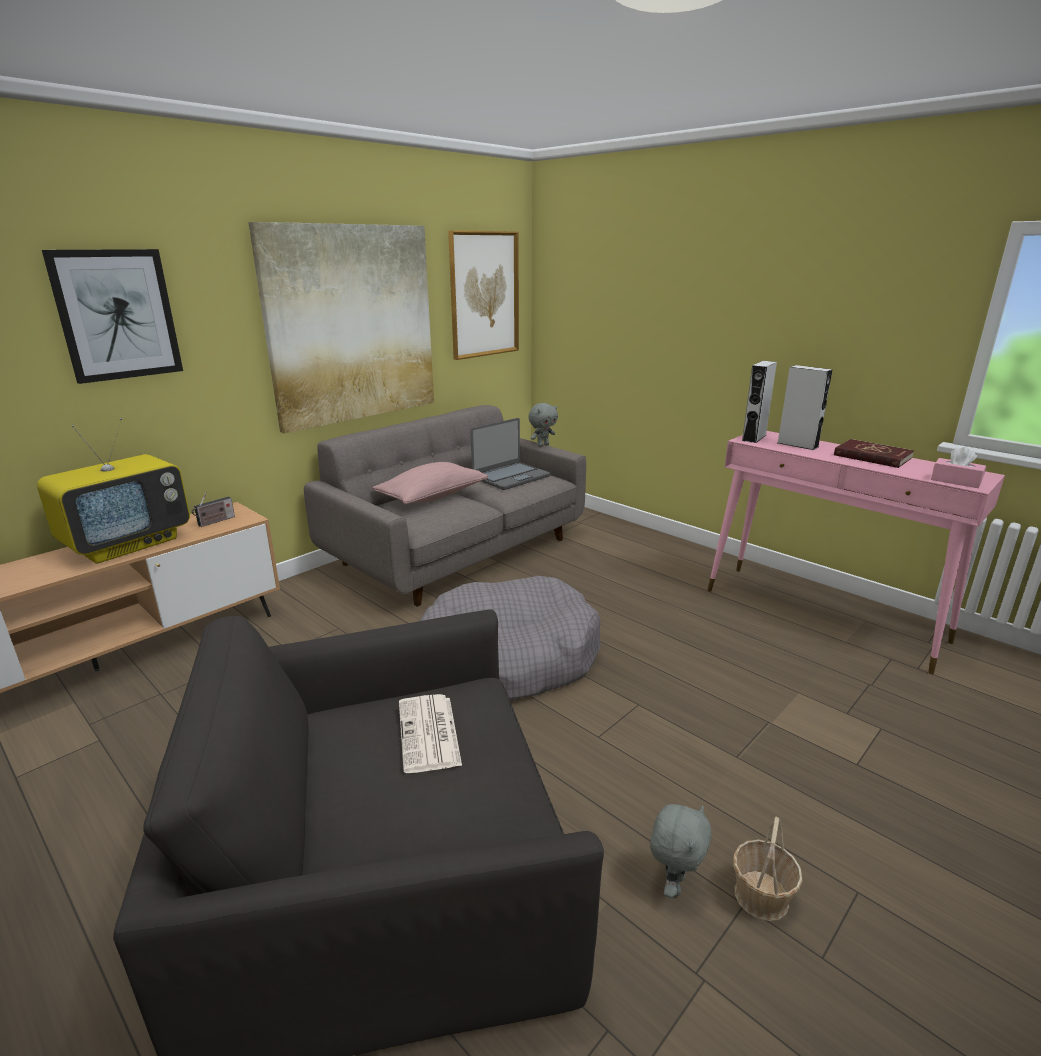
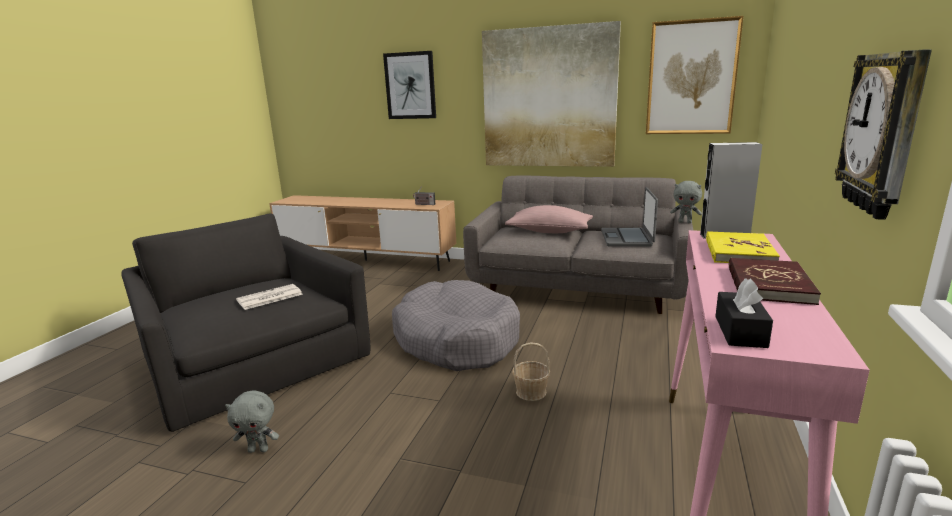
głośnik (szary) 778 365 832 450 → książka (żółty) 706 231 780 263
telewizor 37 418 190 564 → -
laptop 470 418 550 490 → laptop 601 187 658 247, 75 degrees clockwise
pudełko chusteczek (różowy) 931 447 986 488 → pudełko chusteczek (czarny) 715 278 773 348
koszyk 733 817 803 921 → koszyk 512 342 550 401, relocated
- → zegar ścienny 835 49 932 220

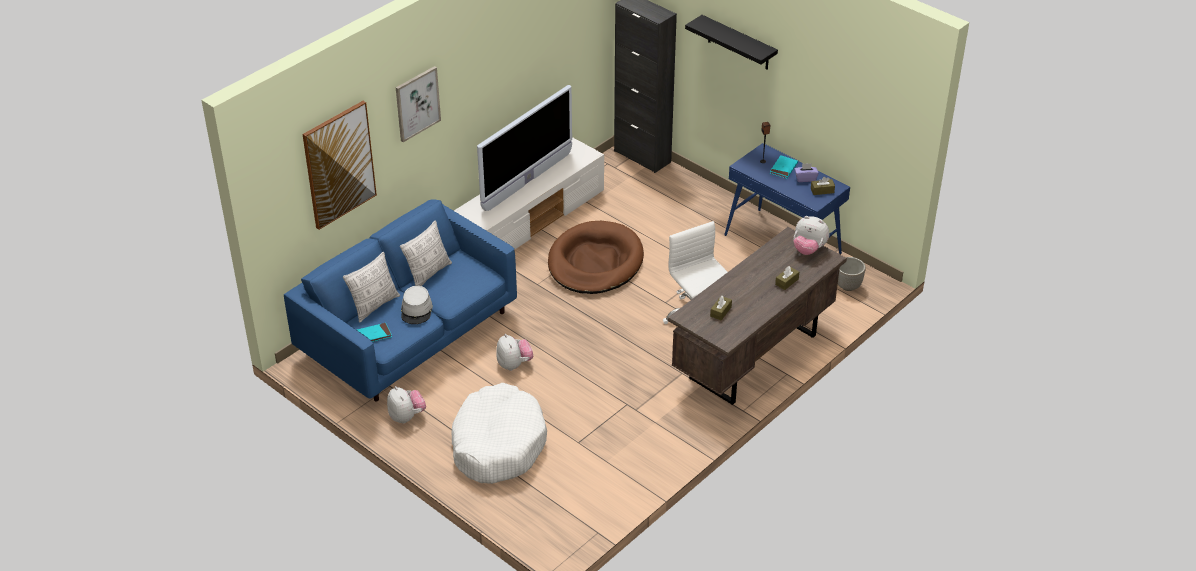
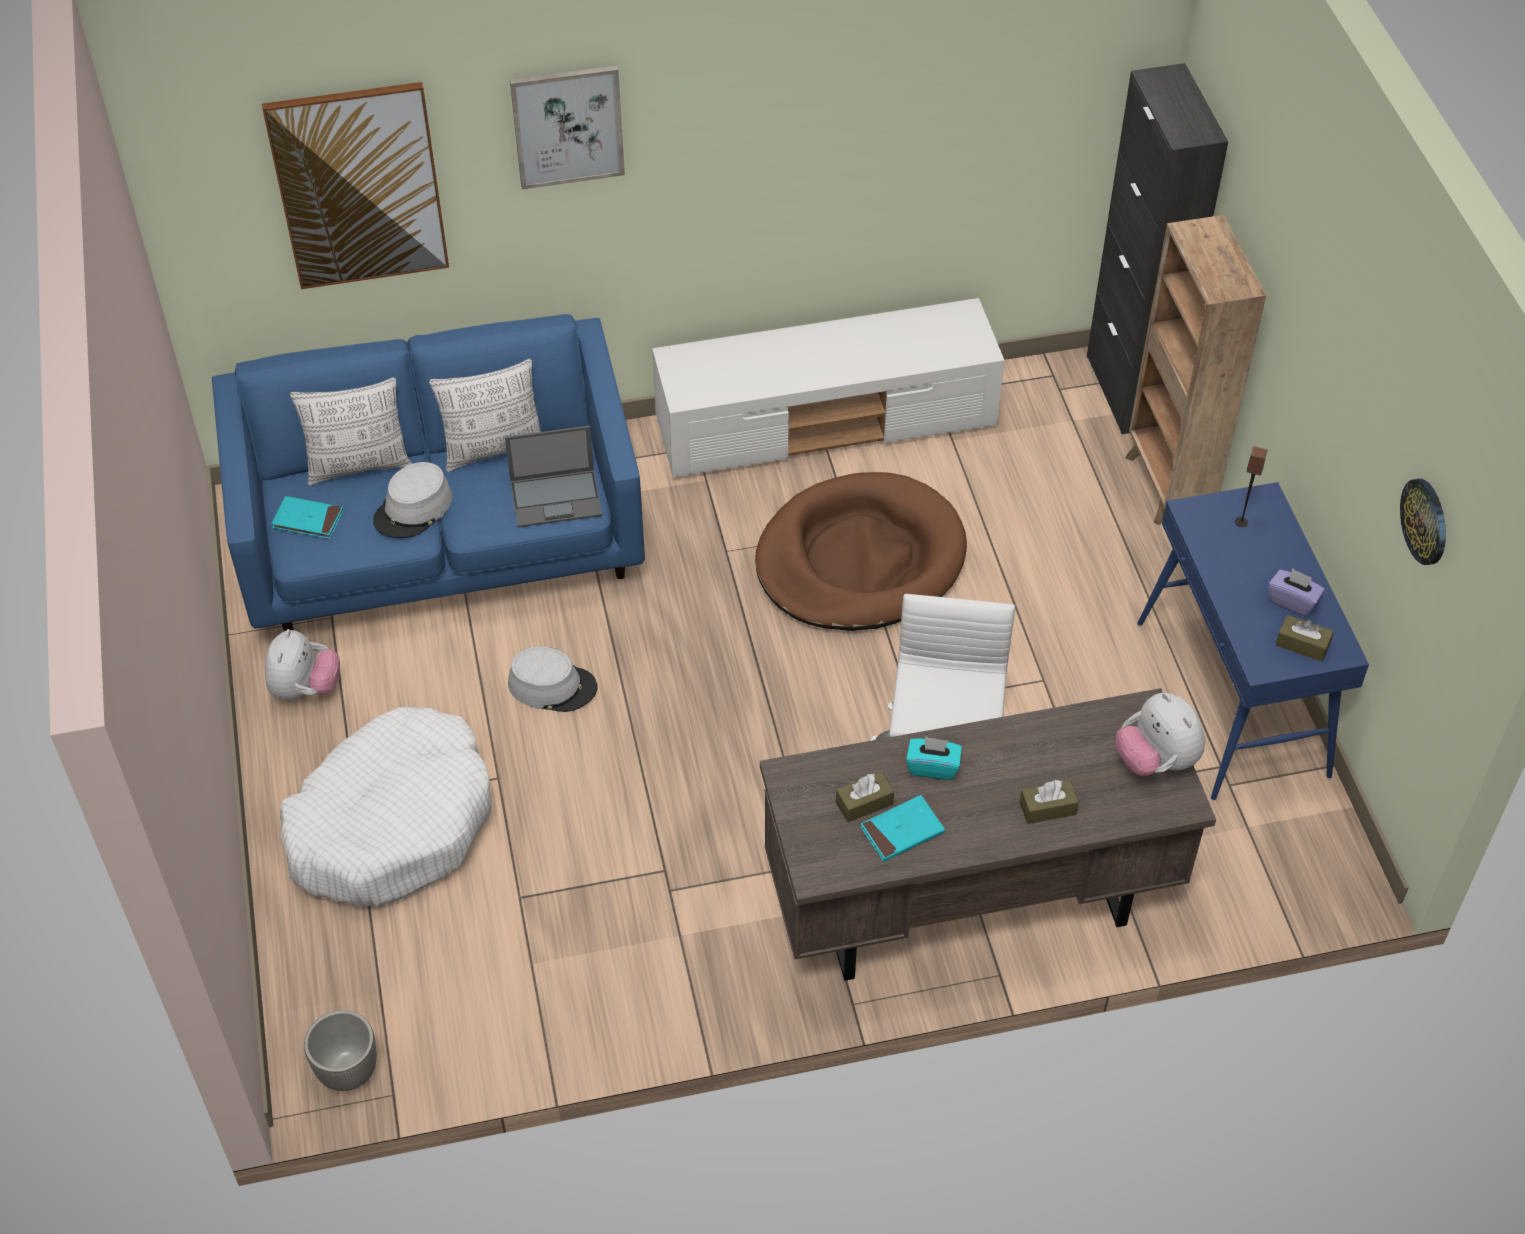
półka (czarny) 685 15 778 70 → -
telewizor 477 85 572 211 → -
książka (turkusowy) 770 155 798 179 → książka (turkusowy) 860 795 945 862, relocated
donica 838 257 866 291 → donica 304 1010 377 1091, relocated
pluszak 496 334 534 371 → kapelusz (szary) 508 646 597 712
- → regał (brązowy) 1125 215 1266 525
- → laptop 505 425 602 527
- → zegar ścienny 1400 479 1446 565
- → pudełko chusteczek (turkusowy) 906 736 962 780

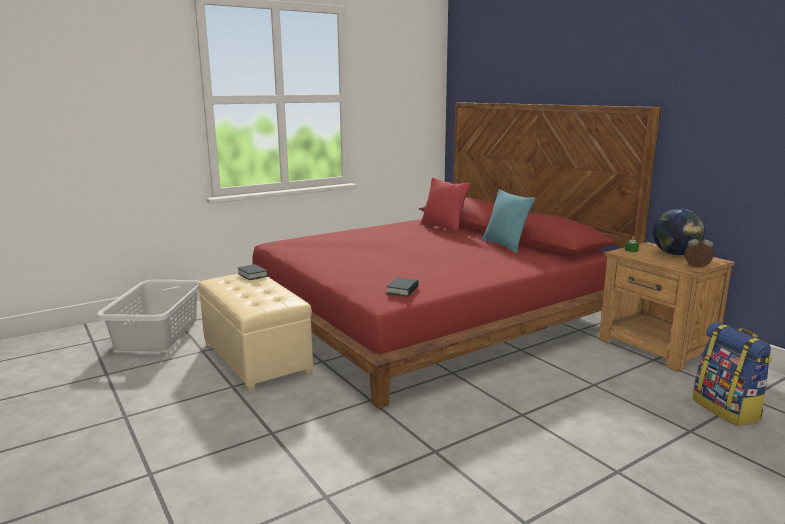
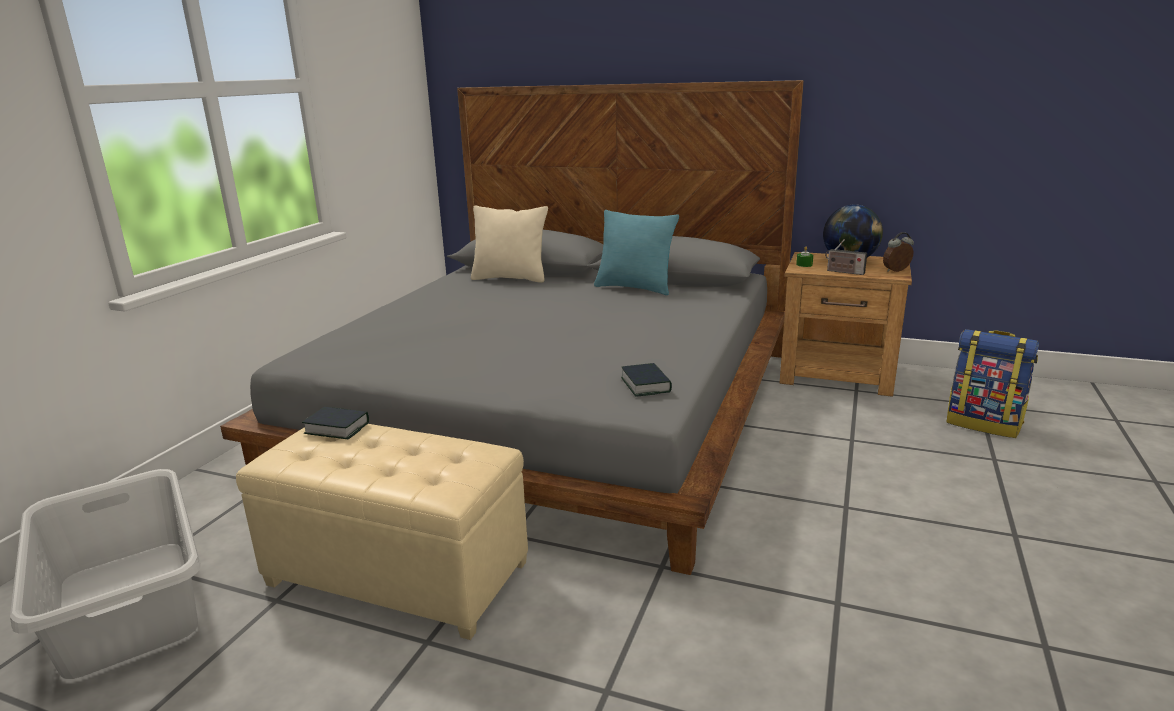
łóżko (czerwony) 253 103 661 409 → łóżko (szary) 220 80 804 575
poduszka (czerwony) 421 178 471 233 → poduszka (beżowy) 471 206 548 283
- → radio 825 240 867 275

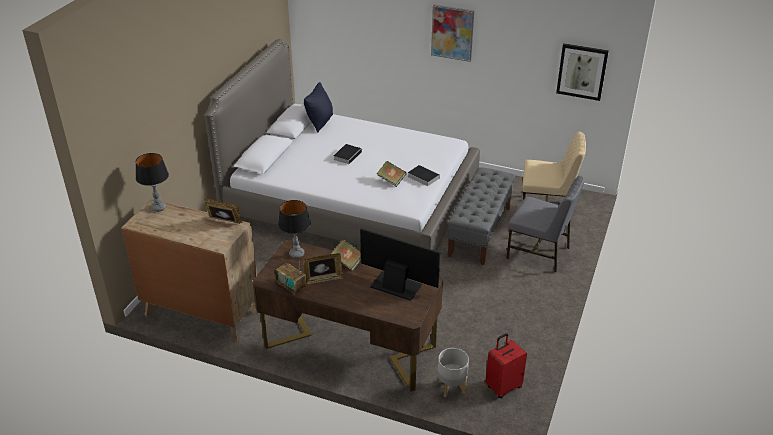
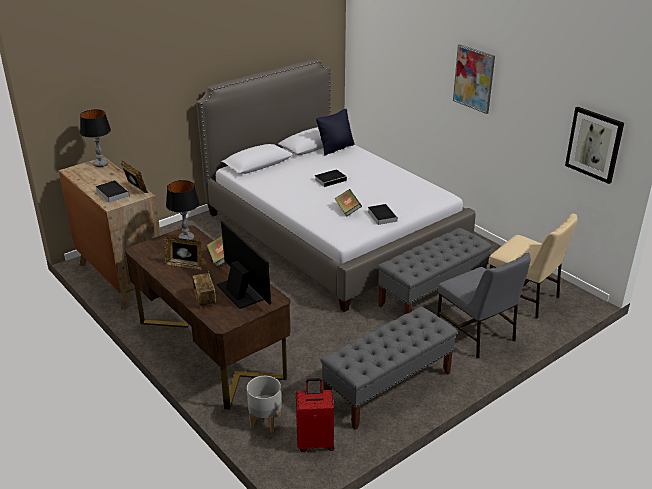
radio 275 261 306 295 → radio 192 271 216 308, relocated
- → książka 95 180 129 203
- → ławka (szary) 321 307 458 430

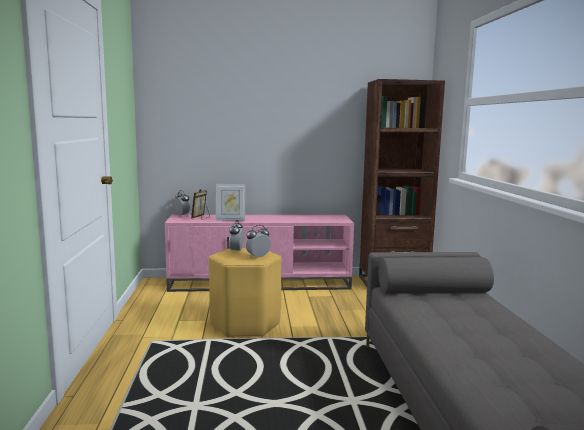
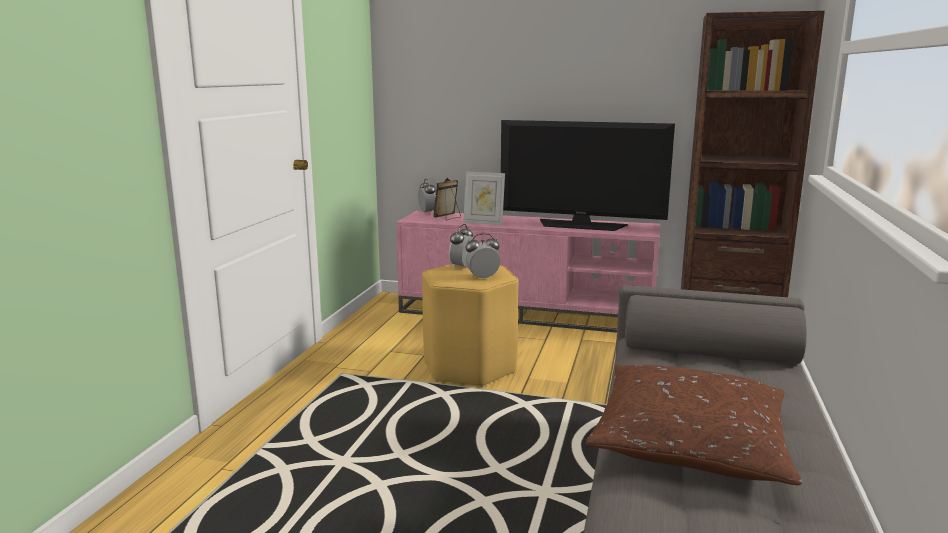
- → telewizor 501 120 675 231
- → poduszka (brązowy) 586 364 802 485

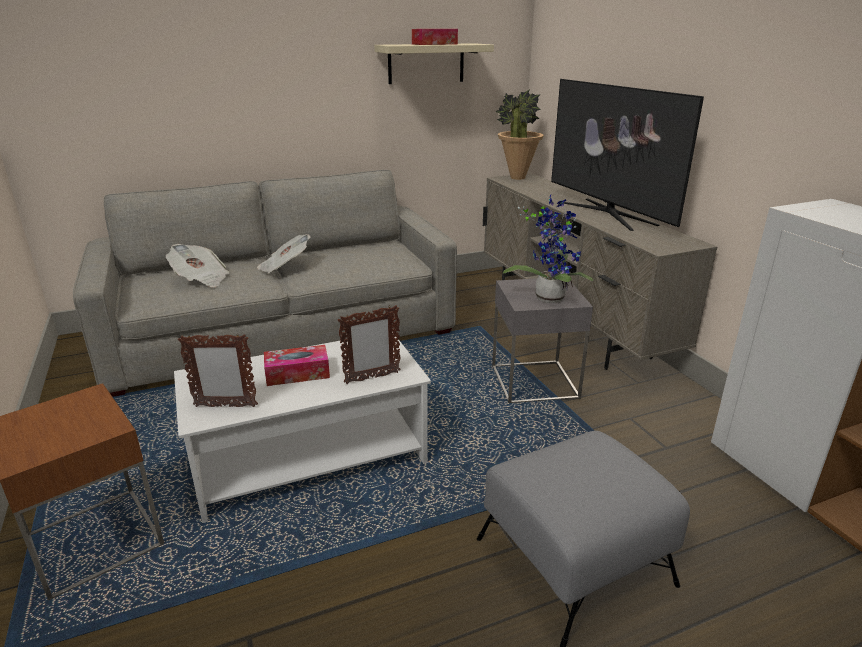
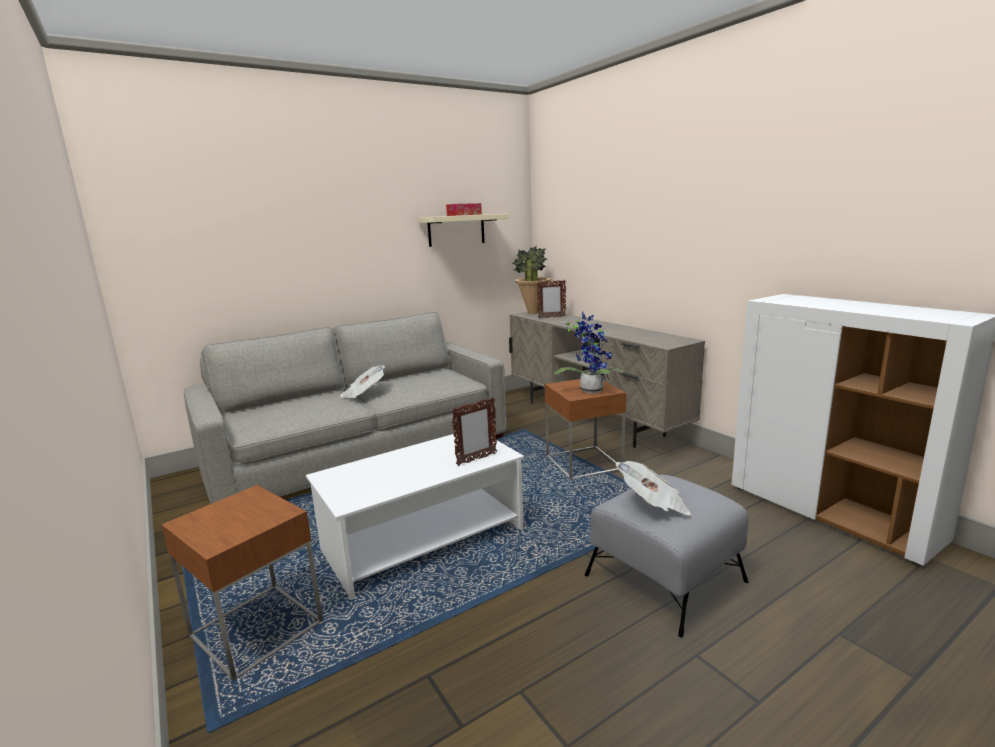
telewizor 551 79 704 231 → -
gazeta 166 244 230 287 → gazeta 615 461 692 515, relocated
stolik (szary) 492 278 593 403 → stolik (brązowy) 545 379 626 479
ramka na zdjęcie 178 333 258 407 → ramka na zdjęcie 537 280 566 319, relocated
pudełko chusteczek 264 345 330 386 → -

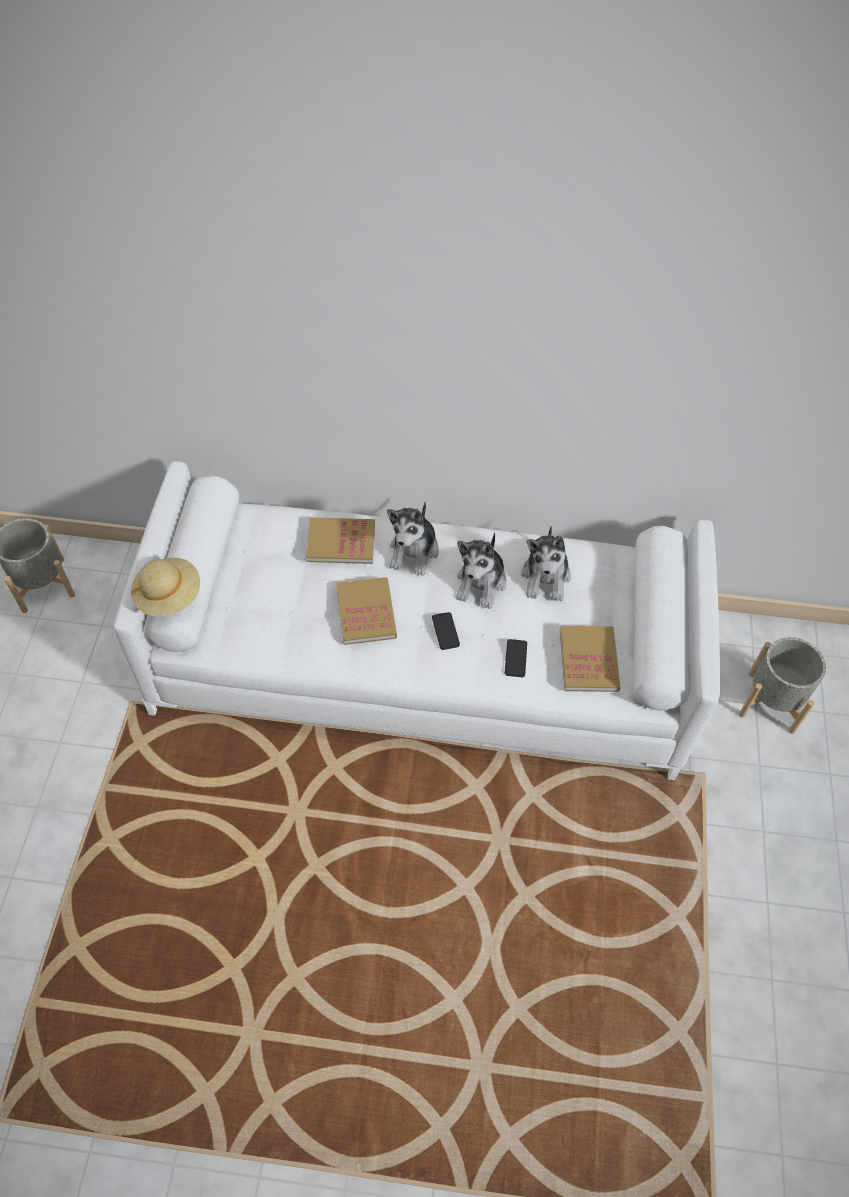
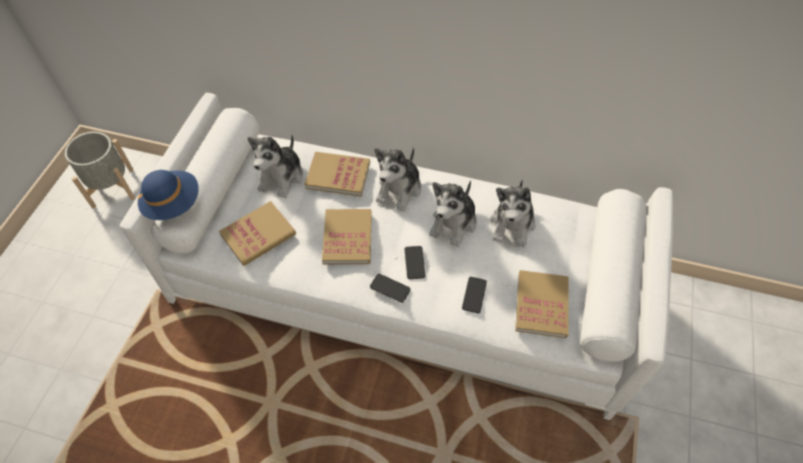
kapelusz (beżowy) 131 558 200 616 → kapelusz (niebieski) 138 170 199 220
donica (szary) 739 637 826 734 → -
- → pluszak 247 135 303 198
- → książka 219 201 296 266
- → telefon 370 274 411 303

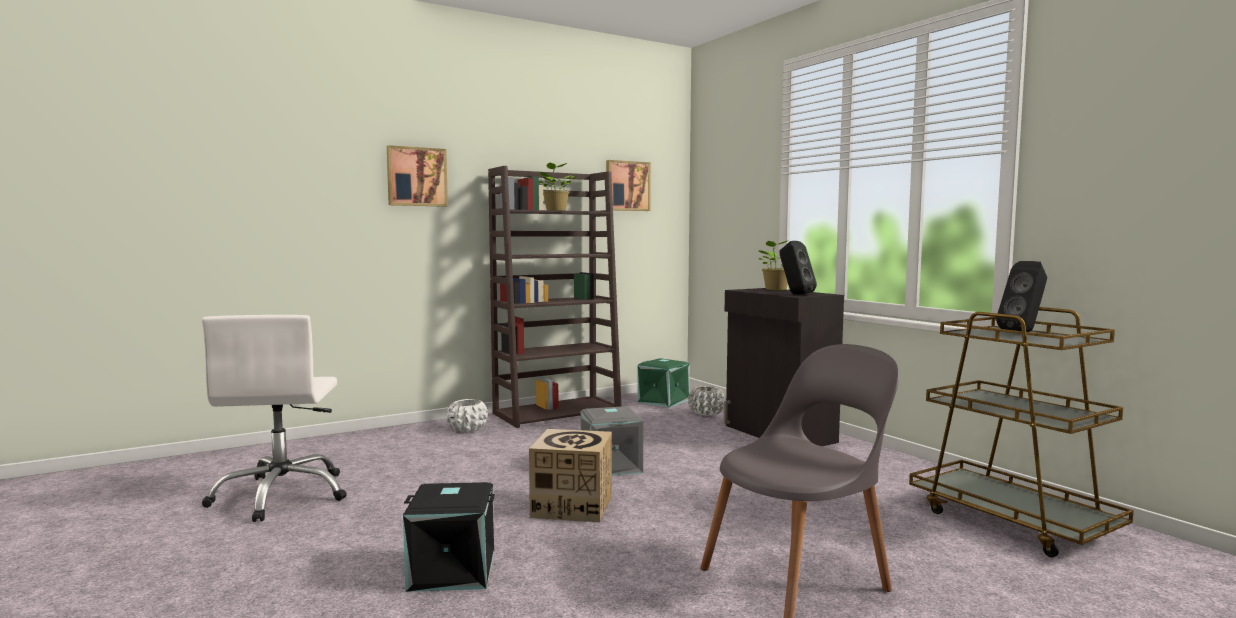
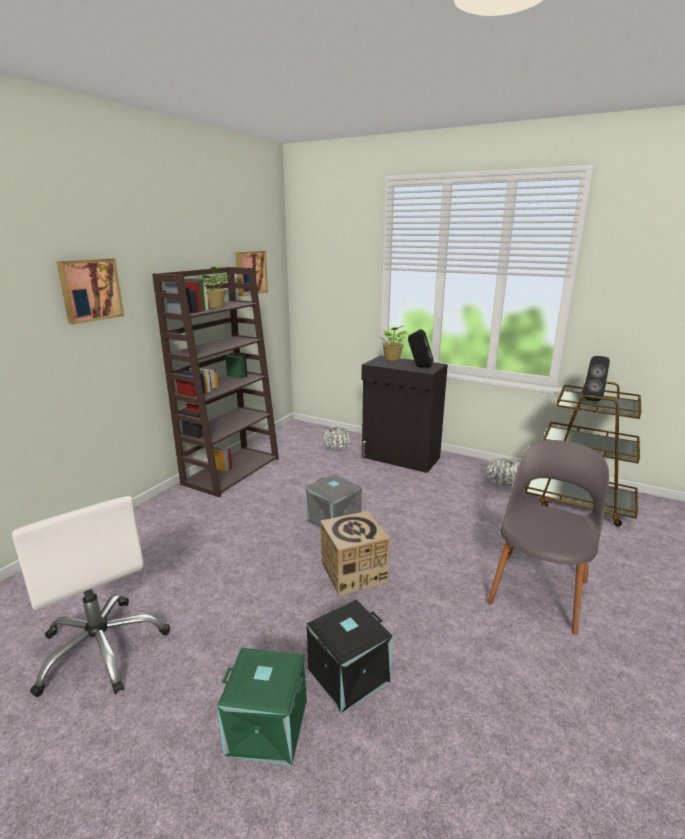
pojemnik do przechowywania (zielony) 637 358 690 408 → pojemnik do przechowywania (zielony) 217 648 307 766, relocated
donica (biały) 447 399 488 432 → donica (biały) 486 458 518 486, relocated

